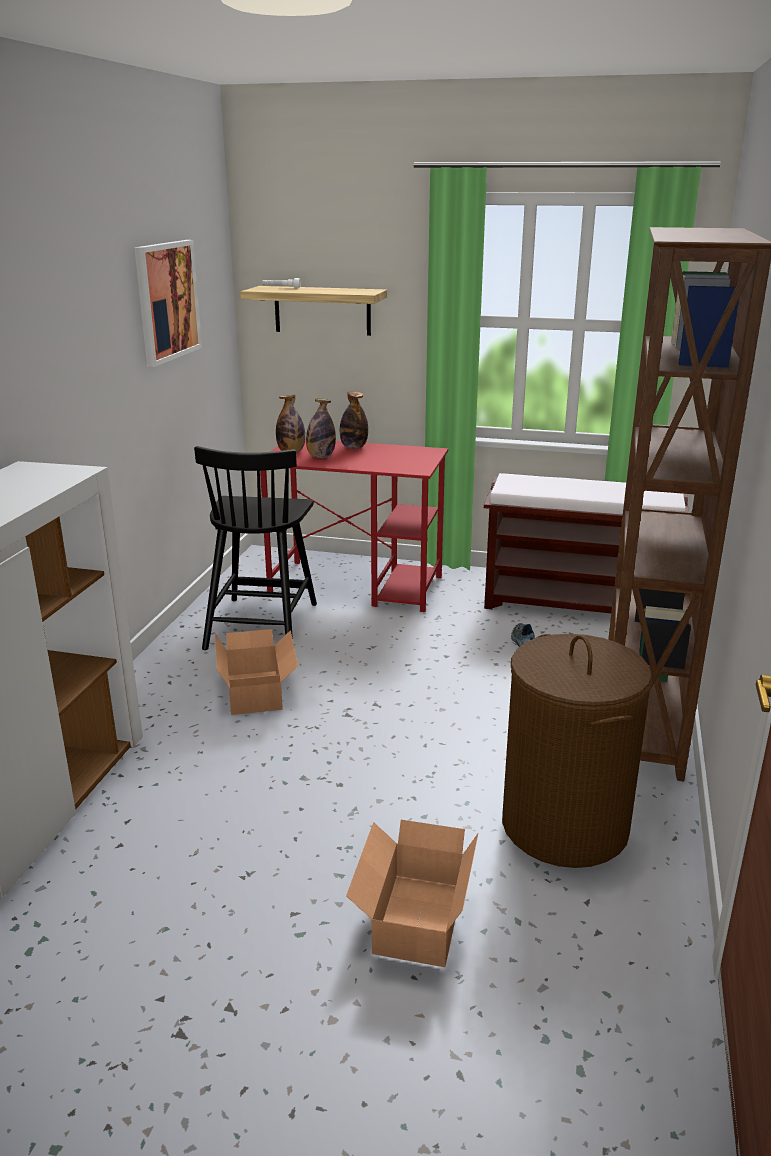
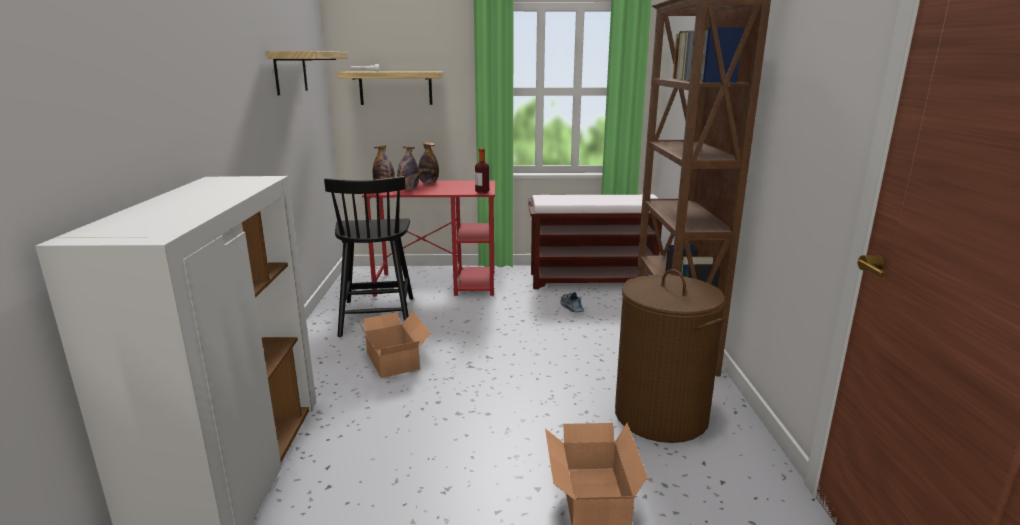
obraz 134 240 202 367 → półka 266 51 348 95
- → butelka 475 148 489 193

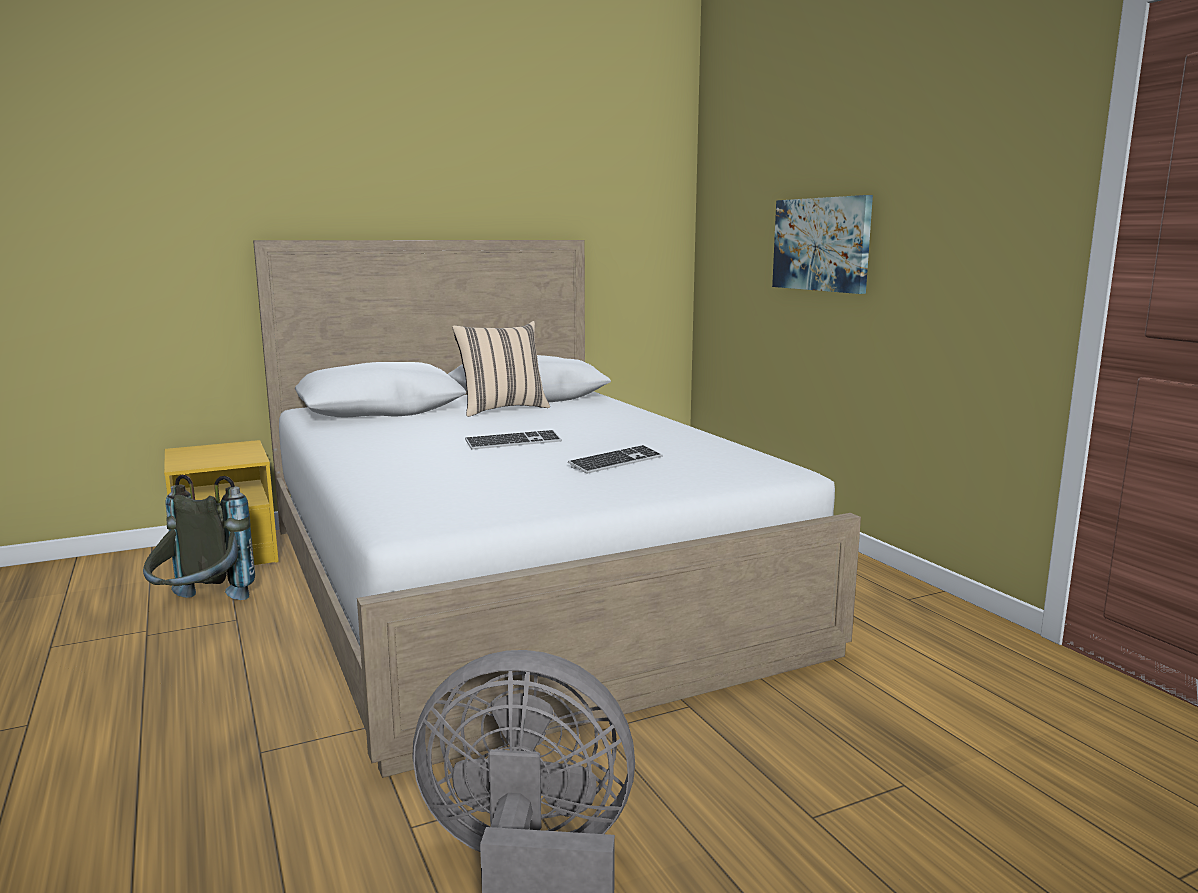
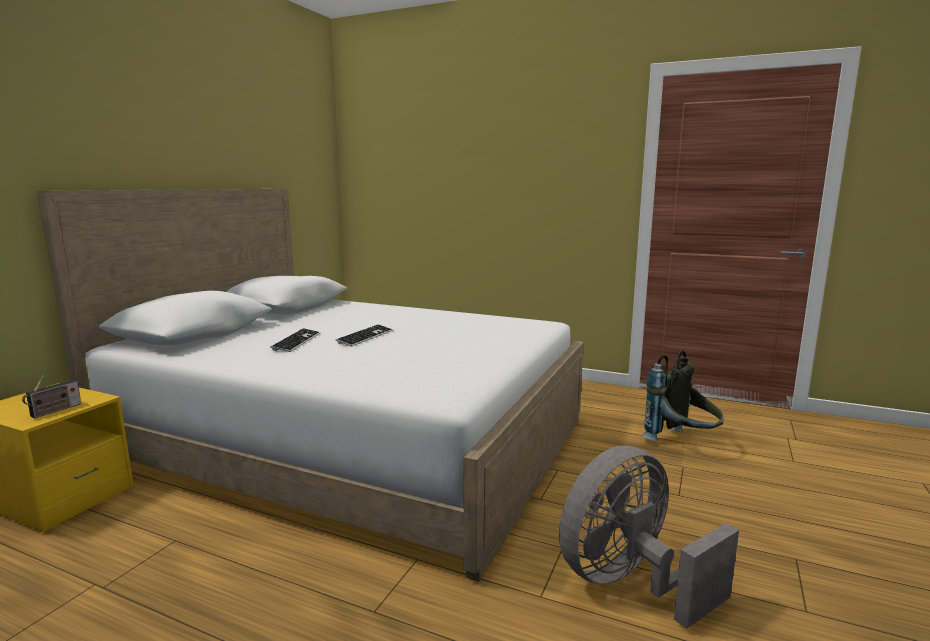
obraz 772 195 873 294 → -
poduszka (beżowy) 452 321 550 417 → -
klawiatura 568 445 663 474 → klawiatura 270 328 321 352, relocated
plecak (szary) 143 475 255 600 → plecak (szary) 641 350 724 442, relocated
- → radio 22 375 81 418

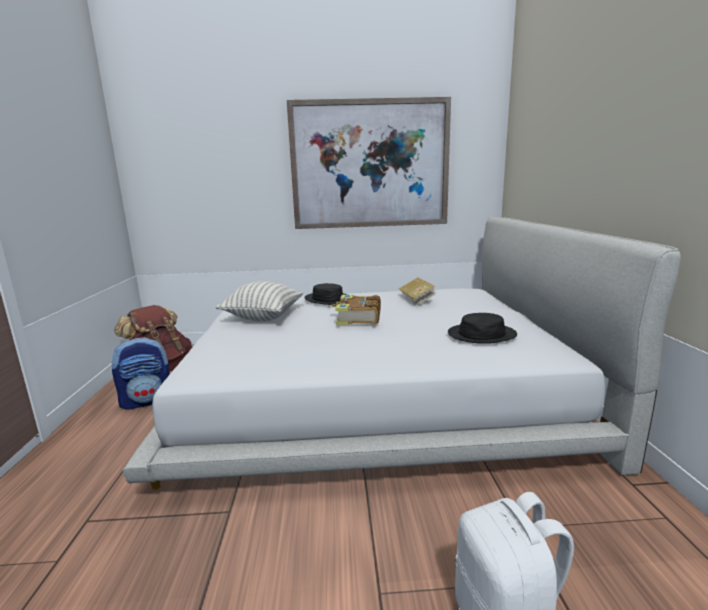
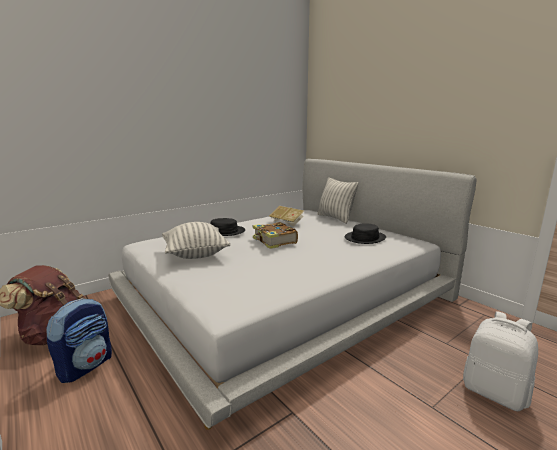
obraz 287 97 451 229 → -
- → poduszka 317 177 359 224

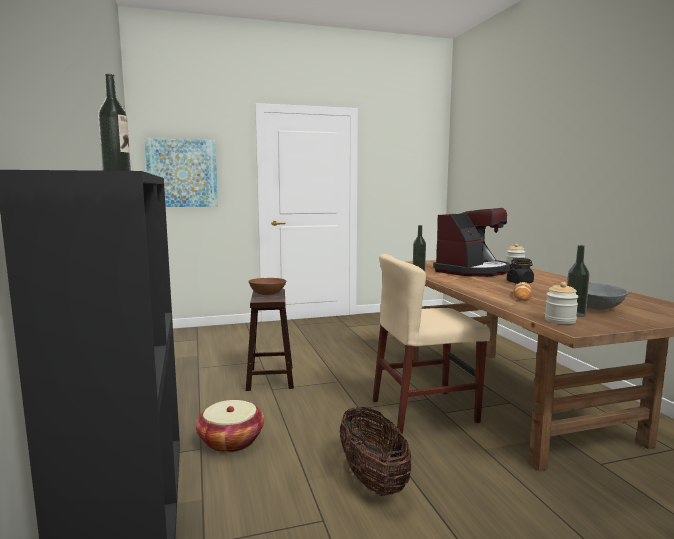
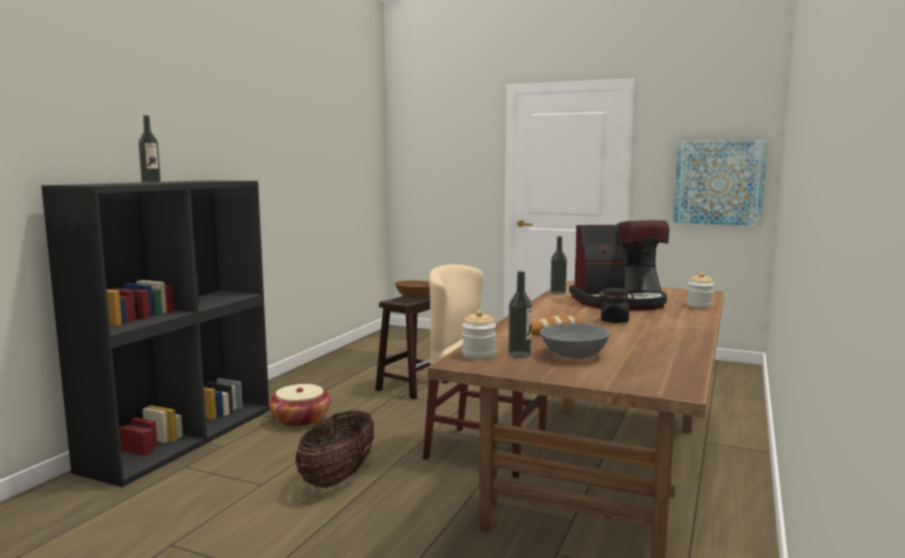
obraz 145 138 218 207 → obraz 673 140 768 226, relocated

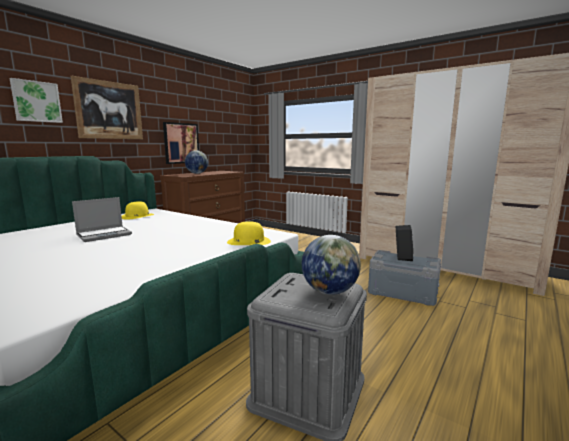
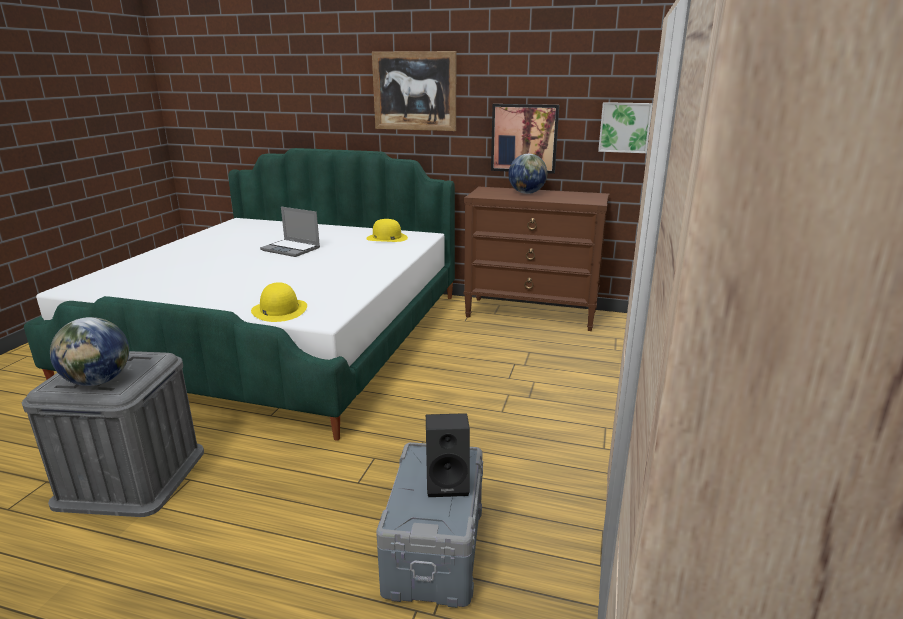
obraz 10 78 63 123 → obraz 598 102 653 153, relocated

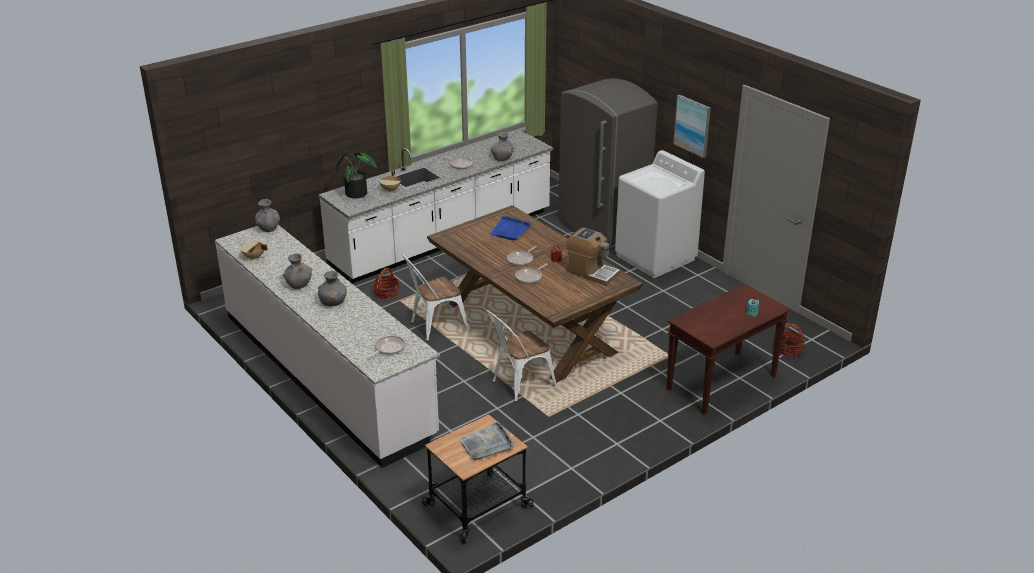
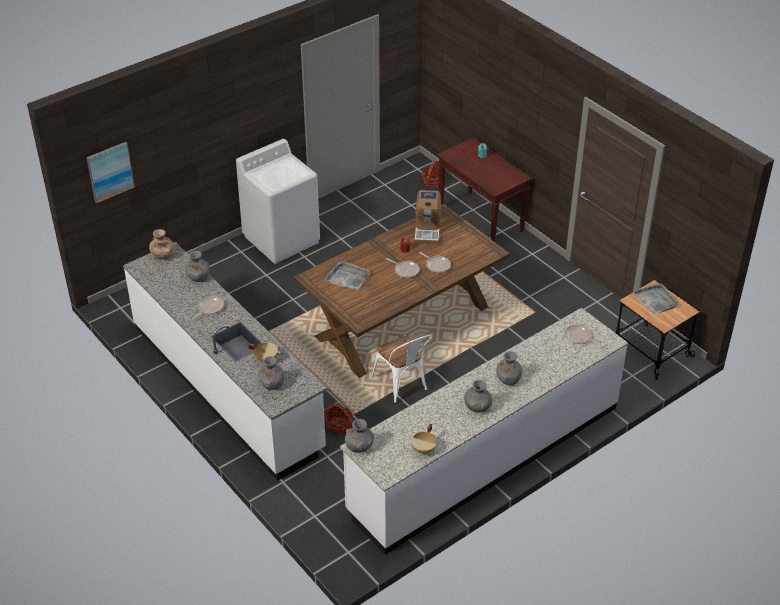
lodówka (szary) 558 79 658 246 → -
obraz 673 95 711 158 → obraz 86 142 135 203, relocated
roślina doniczkowa 336 148 378 198 → wazon (szary) 258 356 284 390
taca (niebieski) 490 216 531 240 → taca (szary) 325 261 371 290
ekspres do kawy 566 228 620 286 → ekspres do kawy 414 190 441 244, 150 degrees clockwise
krzesło (biały) 486 310 557 402 → -
- → wazon (brązowy) 149 229 174 260

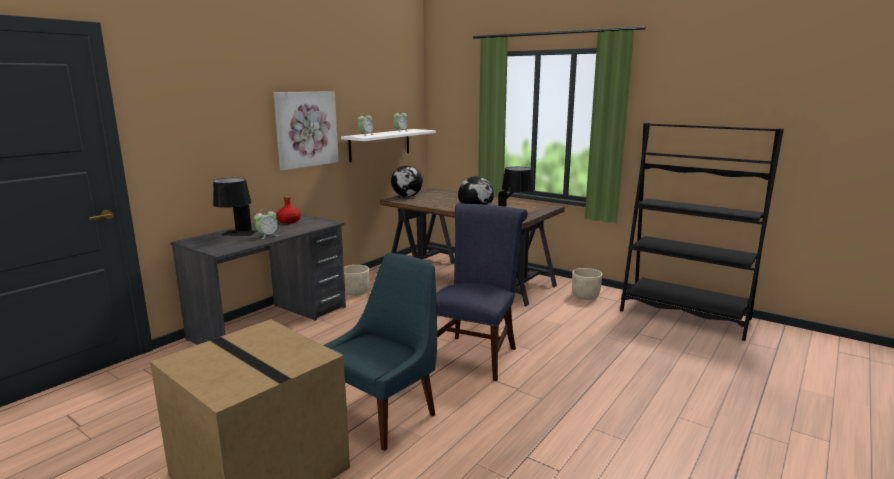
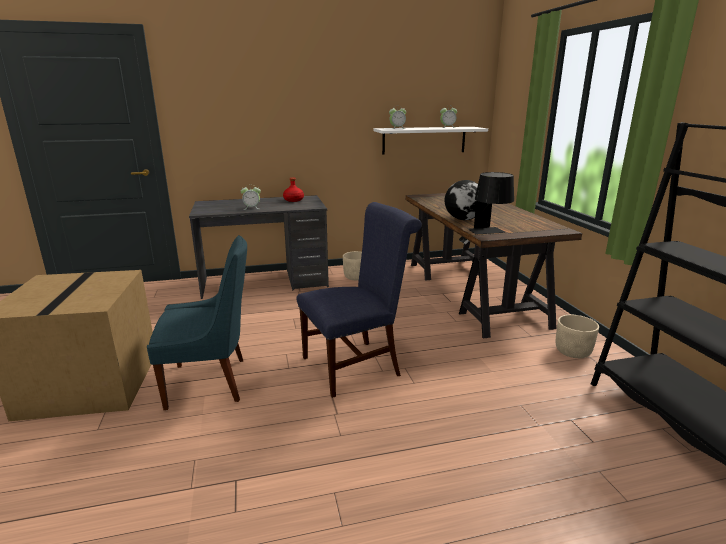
obraz 273 91 339 171 → -
globus 391 165 423 197 → -
lampa stołowa (czarny) 213 178 257 236 → -

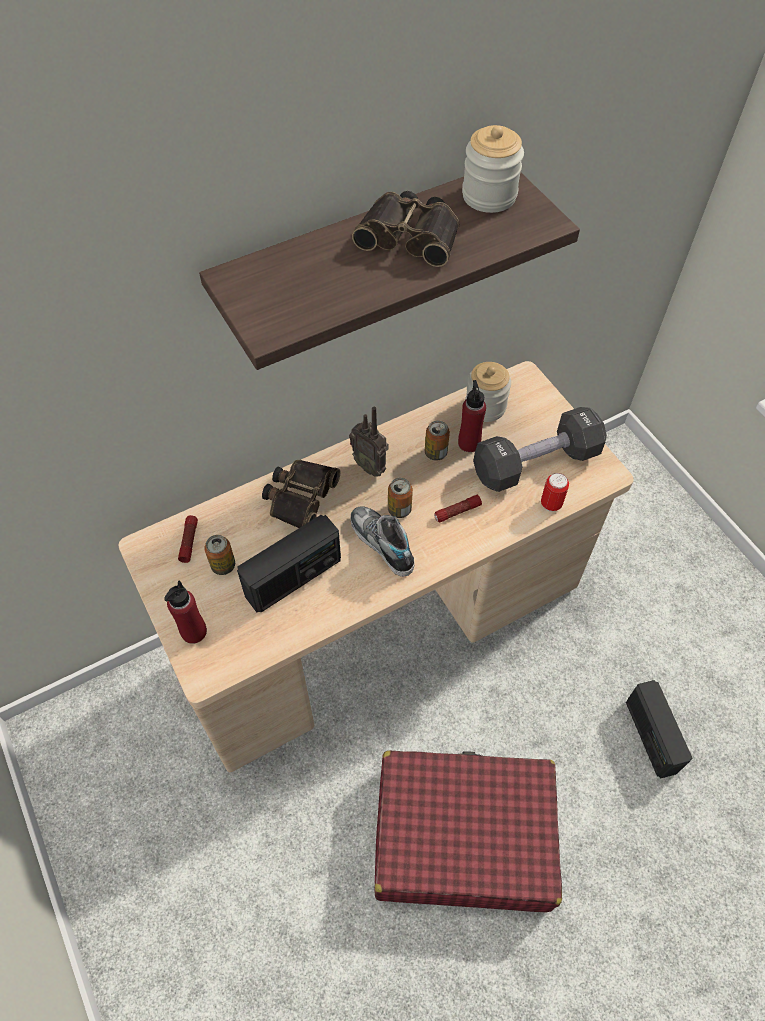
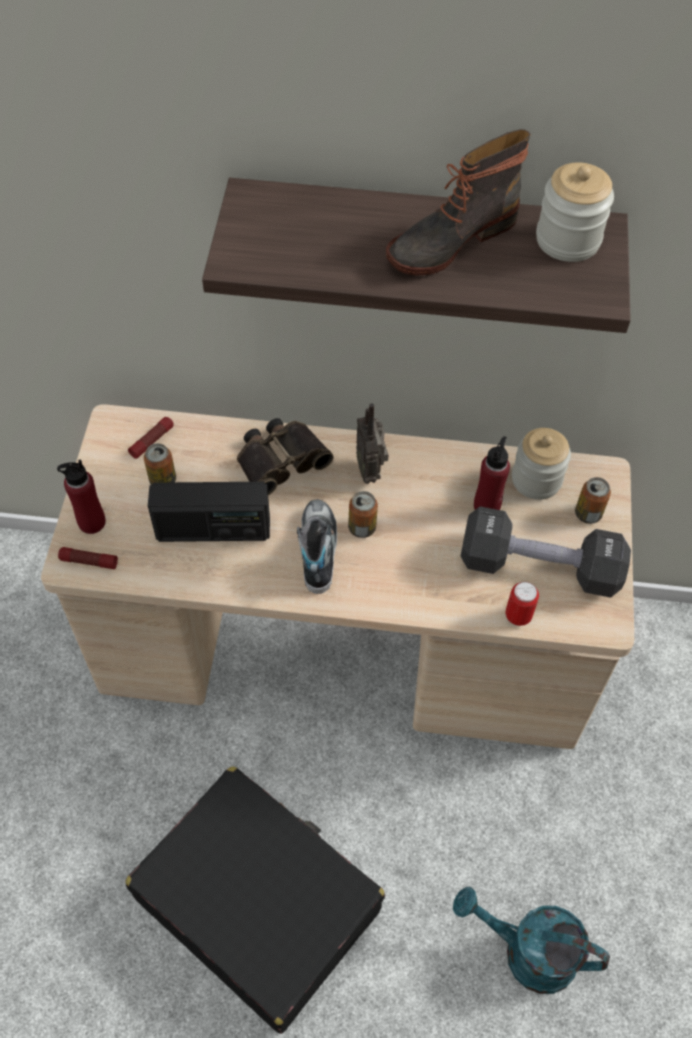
lornetka 352 191 460 267 → but z cholewką 386 129 531 275
puszka 425 421 450 461 → puszka 575 477 611 524, relocated
latarka 434 495 482 522 → latarka 58 547 118 569, relocated
radio 626 680 692 778 → konewka (turkusowy) 453 887 610 994
walizka (czerwony) 375 751 562 912 → walizka (czarny) 125 766 385 1034

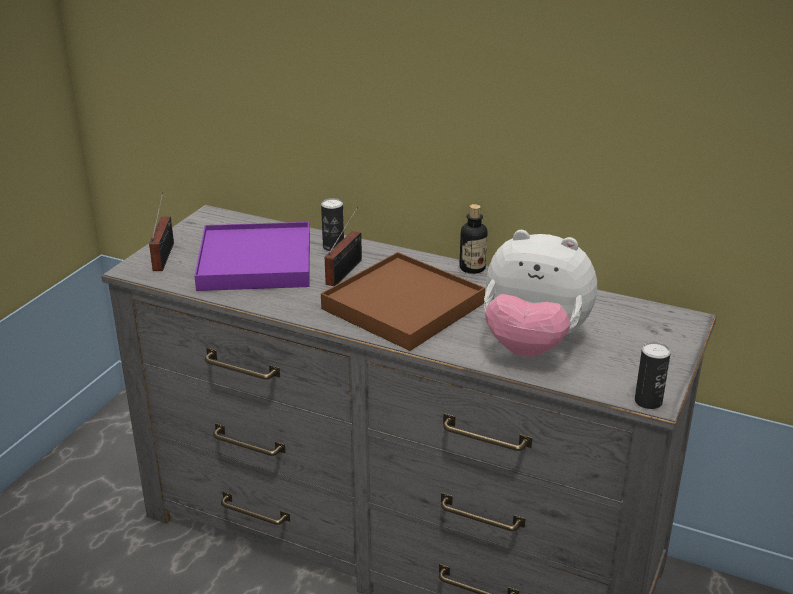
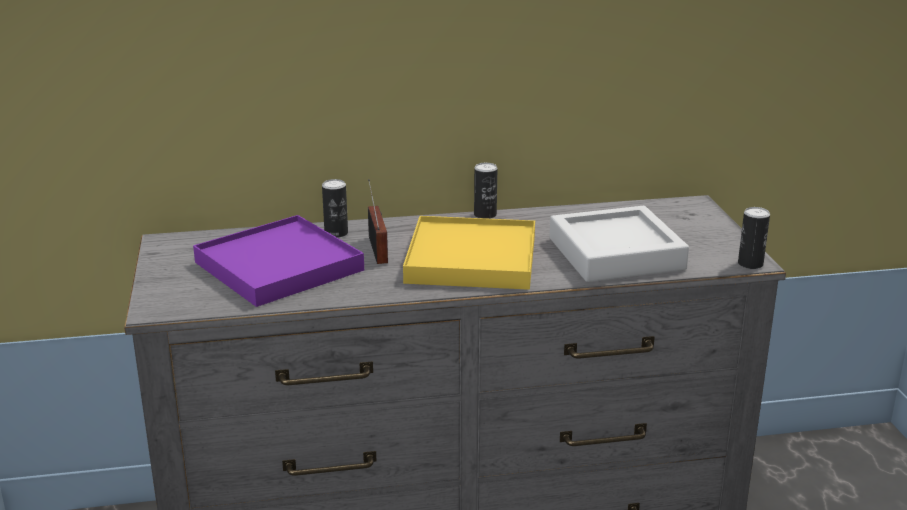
radio 149 192 174 271 → -
butelka 460 204 488 274 → puszka 474 163 497 219
pluszak 484 230 597 357 → taca (szary) 550 206 689 282
taca (brązowy) 321 252 485 351 → taca (żółty) 403 216 535 290

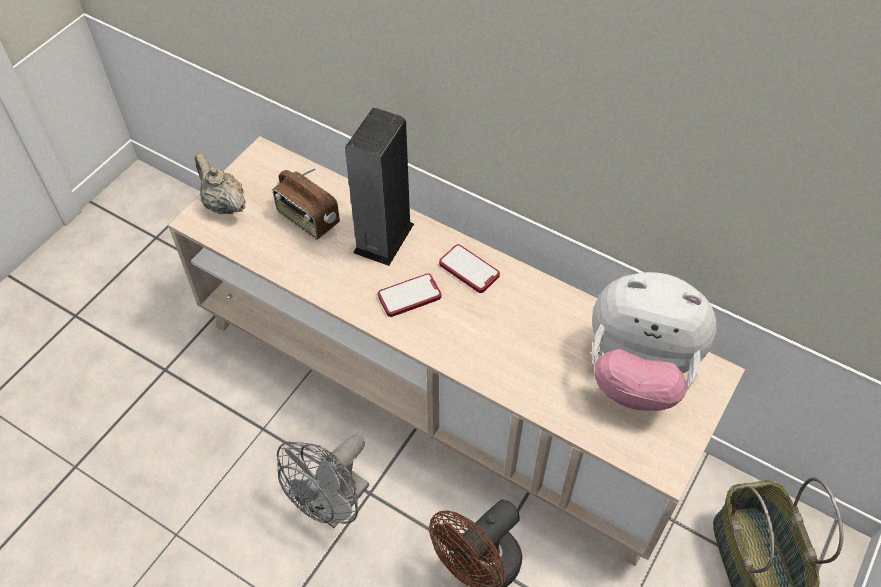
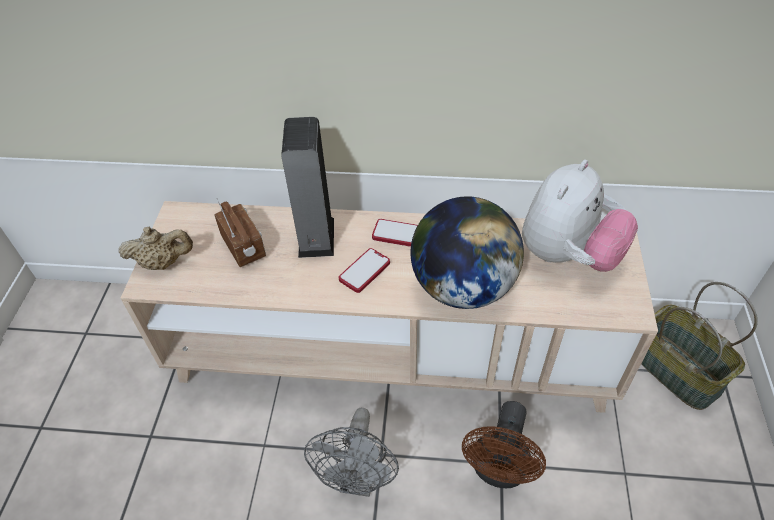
imbryk (beżowy) 195 153 246 214 → imbryk (beżowy) 118 227 193 270, 150 degrees clockwise
radio 272 168 340 240 → radio 214 198 266 267, 135 degrees counterclockwise
pluszak 591 272 716 411 → pluszak 522 160 638 272, 45 degrees counterclockwise
- → globus 410 196 524 309

